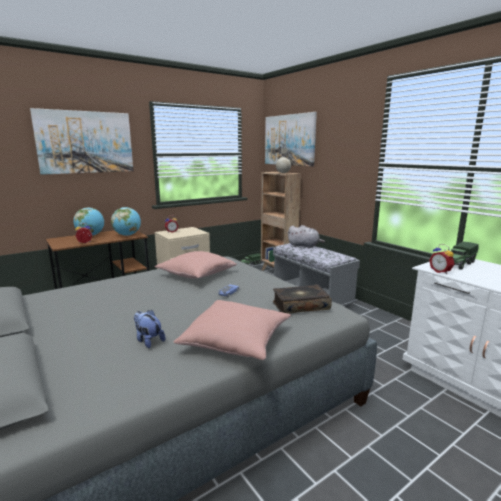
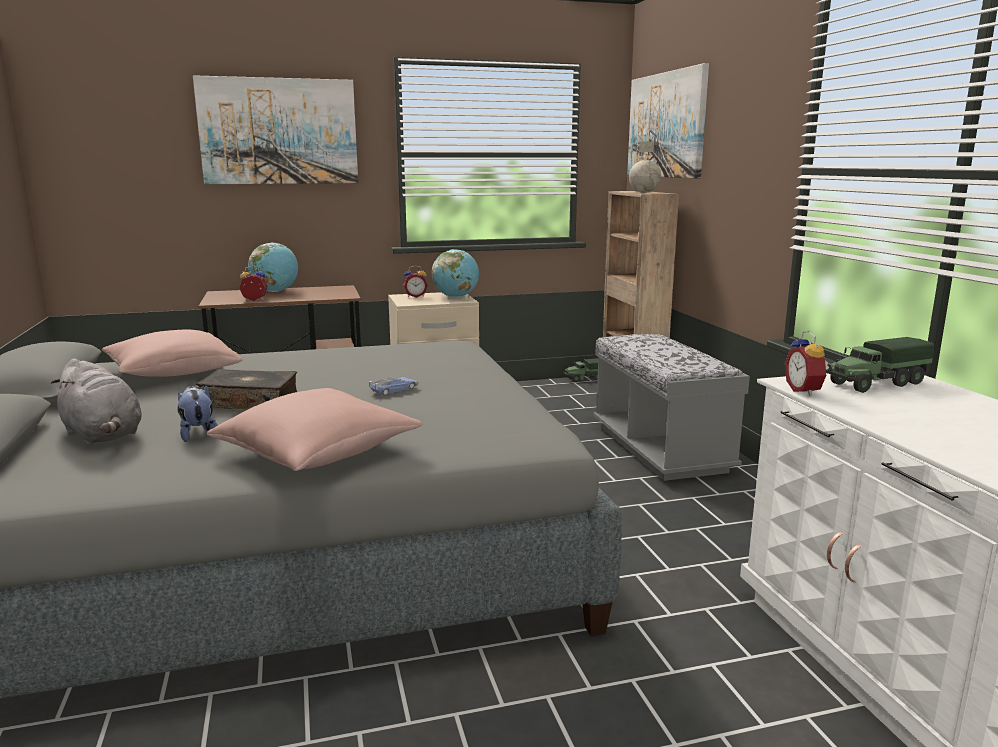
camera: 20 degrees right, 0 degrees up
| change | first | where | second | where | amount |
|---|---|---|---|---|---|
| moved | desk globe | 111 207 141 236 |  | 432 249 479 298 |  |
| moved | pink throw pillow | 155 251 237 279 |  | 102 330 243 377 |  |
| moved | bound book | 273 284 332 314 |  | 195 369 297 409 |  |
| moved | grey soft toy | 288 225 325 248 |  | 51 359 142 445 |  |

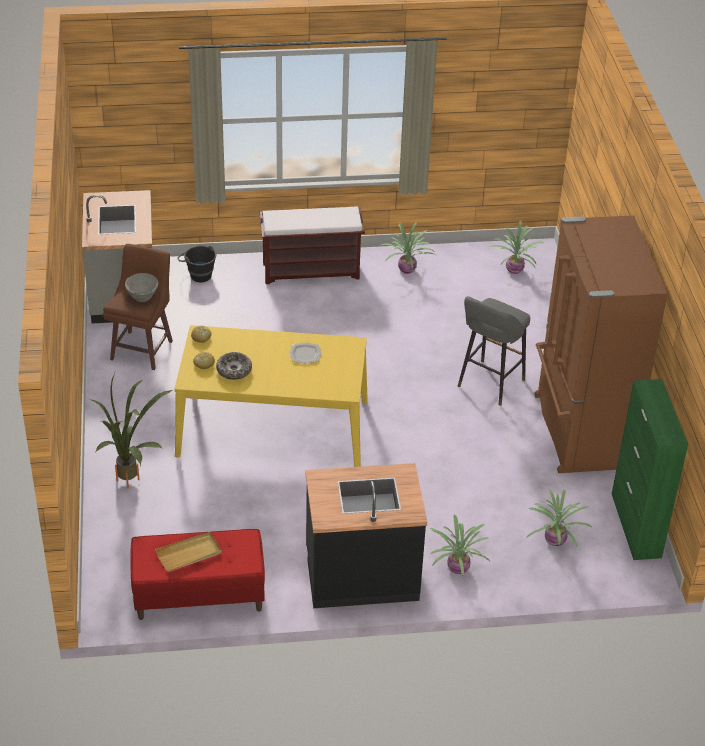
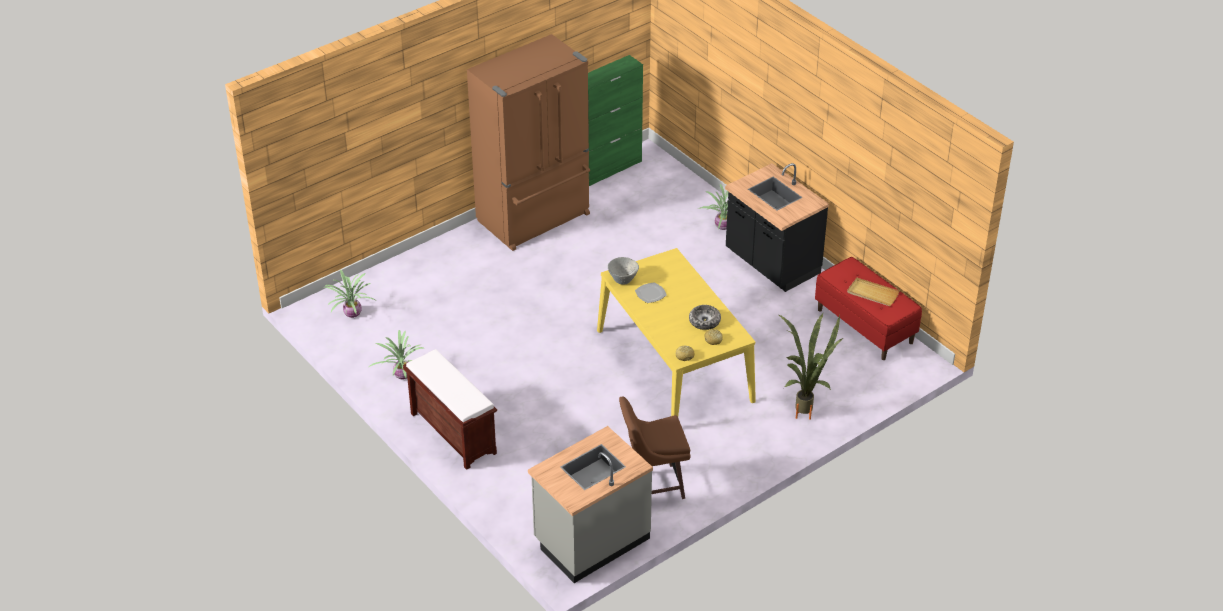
camera: 120 degrees left, 0 degrees up
| change | first | where | second | where | amount |
|---|---|---|---|---|---|
| removed | black-coloured water bucket | 177 245 216 282 |  |  |  |
| removed | grey sitting stool | 458 296 530 406 |  |  |  |
| removed | plant in a pot | 525 489 593 546 |  |  |  |
| moved | grey deep dish | 125 273 158 302 |  | 608 257 639 285 |  |

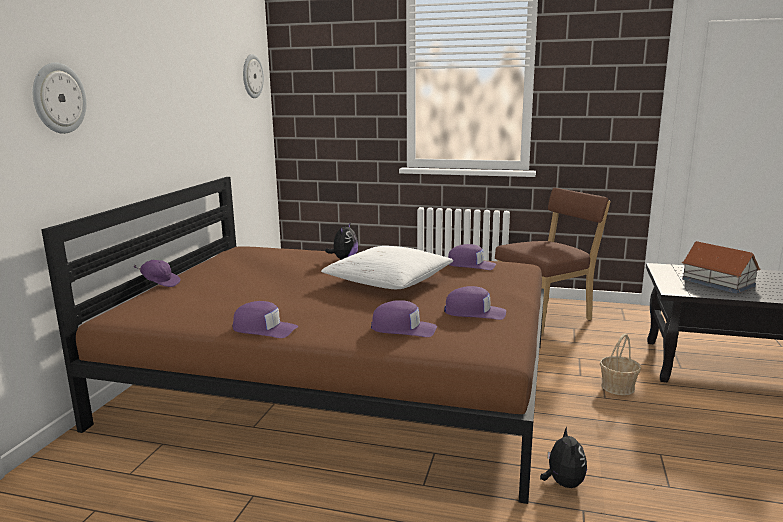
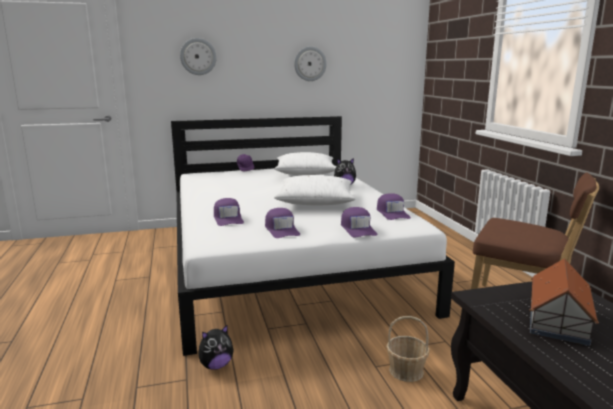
camera: 60 degrees right, 0 degrees up
| change | first | where | second | where | amount |
|---|---|---|---|---|---|
| added |  |  | white throw pillow | 274 152 336 175 |  |
| moved | purple baseball cap | 232 301 298 338 |  | 341 207 377 237 |  |
| moved | hanging clock | 243 54 264 98 |  | 294 46 327 81 |  |
| recoloured | brown bed | 41 177 544 504 | white bed | 171 116 455 356 |  |

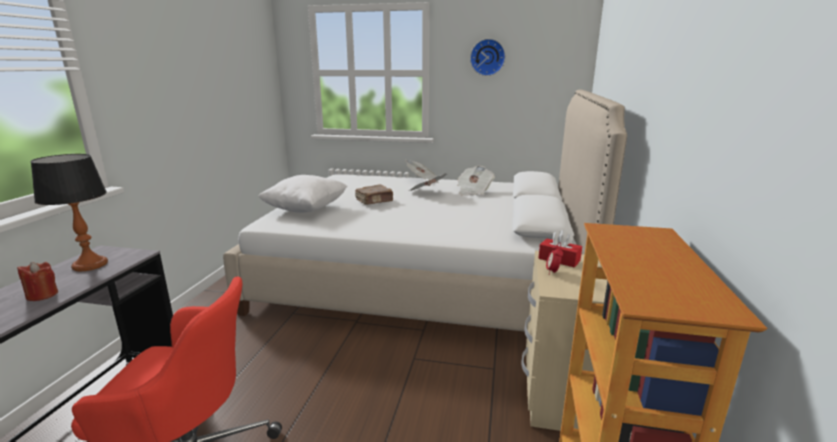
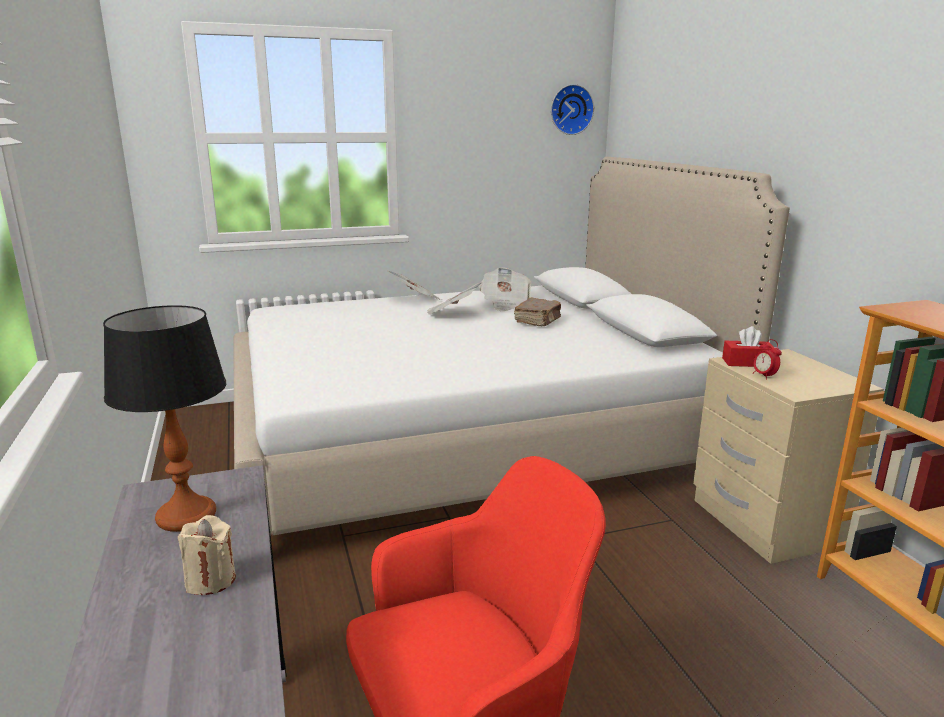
camera: 30 degrees left, 0 degrees up
| change | first | where | second | where | amount |
|---|---|---|---|---|---|
| removed | white throw pillow | 258 175 348 213 |  |  |  |
| moved | brown bound book | 355 185 394 205 |  | 514 298 561 326 |  |
| moved | hanging clock | 470 39 505 76 |  | 551 84 594 135 |  |
| recoloured | red wax candle | 17 262 58 301 | beige wax candle | 178 515 236 595 |  |

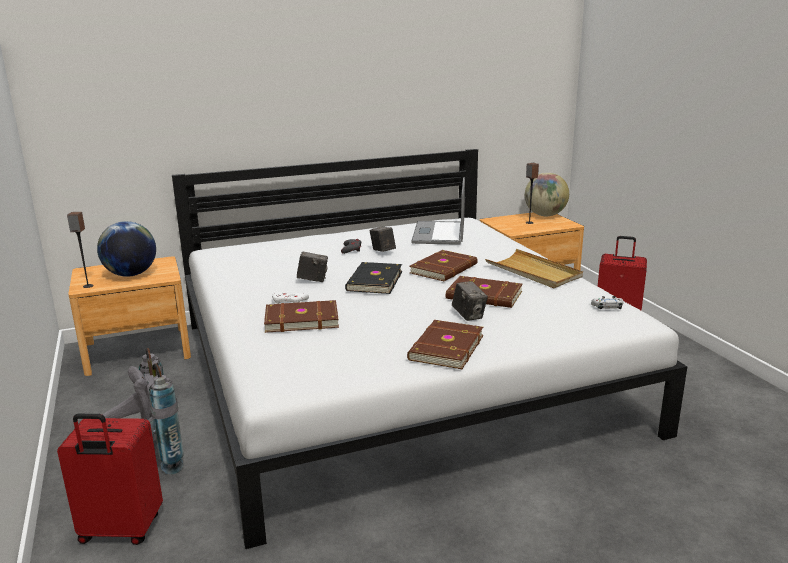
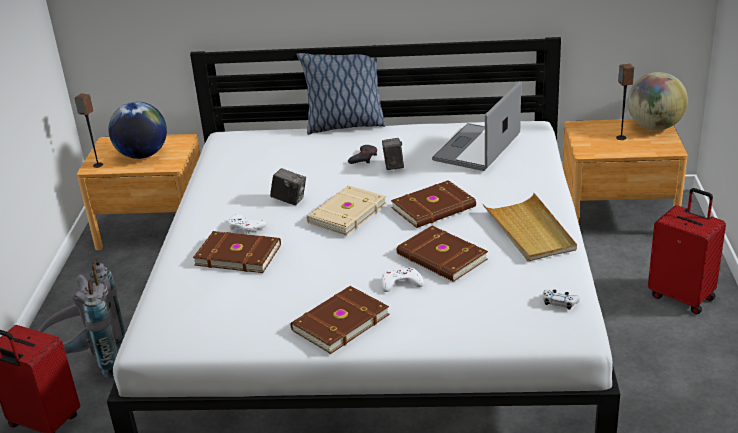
camera: 25 degrees right, 10 degrees up
| change | first | where | second | where | amount |
|---|---|---|---|---|---|
| added |  |  | throw pillow | 296 45 386 135 |  |
| replaced | still camera | 452 281 488 321 | white joypad | 381 268 424 292 |  |
| recoloured | black-coloured bound book | 345 262 402 294 | beige bound book | 307 185 387 236 |  |

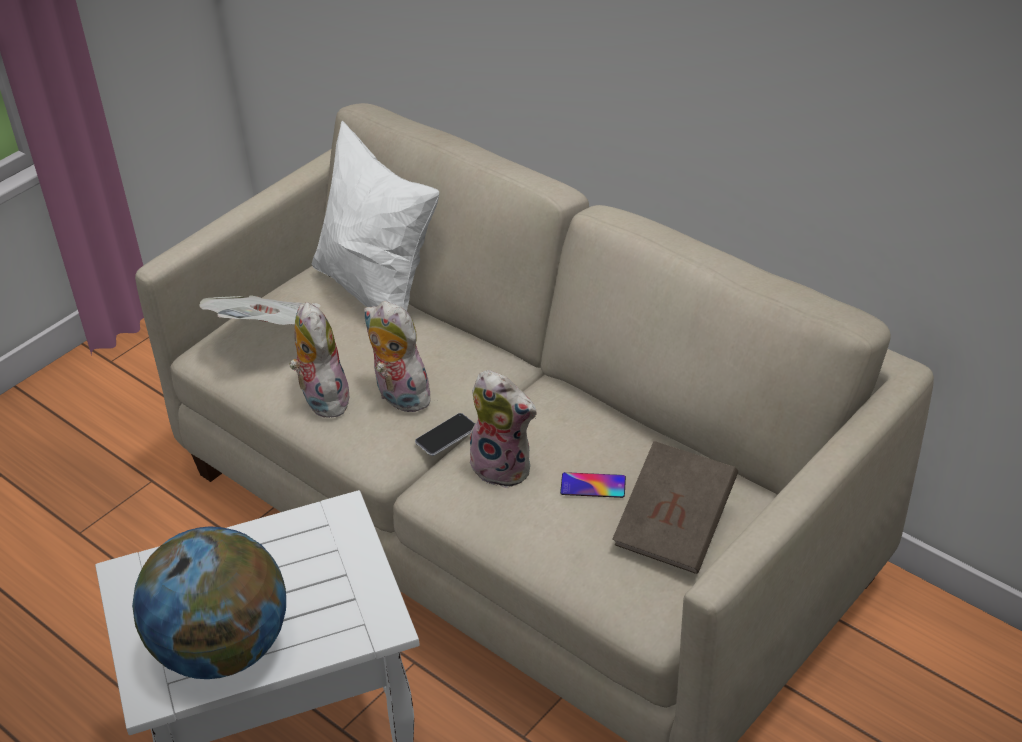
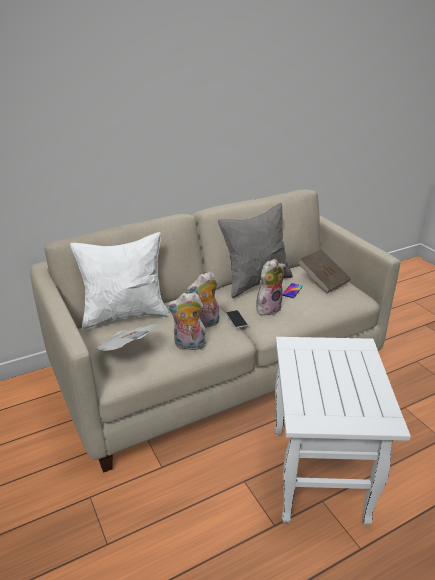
camera: 70 degrees left, 10 degrees down
| change | first | where | second | where | amount |
|---|---|---|---|---|---|
| removed | desk globe | 132 526 286 679 |  |  |  |
| added |  |  | grey throw pillow | 218 203 293 299 |  |

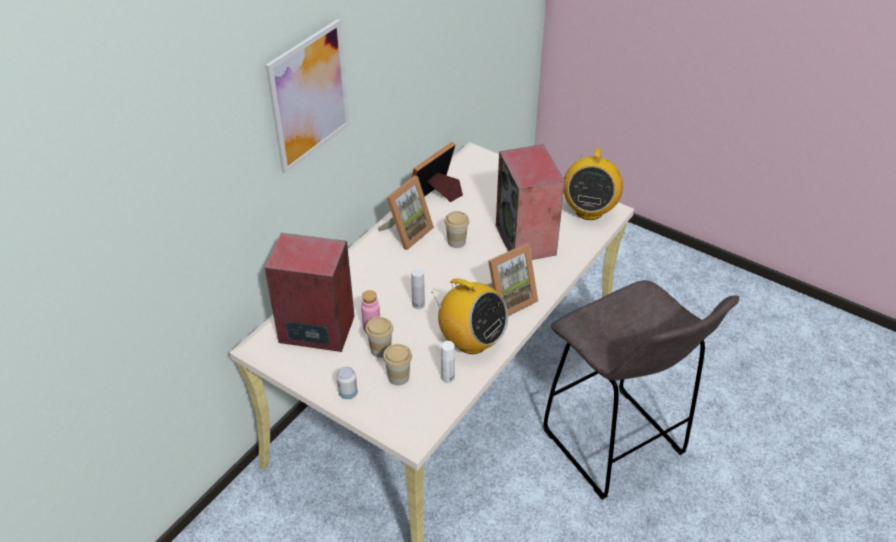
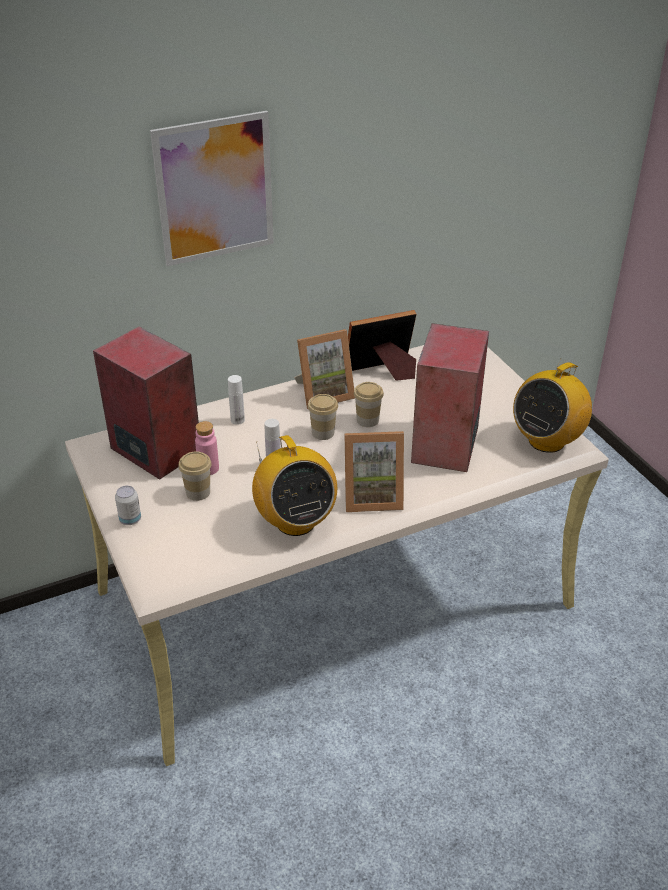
camera: 30 degrees right, 5 degrees down
| change | first | where | second | where | amount |
|---|---|---|---|---|---|
| removed | grey sitting stool | 543 280 739 500 |  |  |  |
| moved | drinking cup | 383 344 412 385 |  | 308 394 338 440 |  |
| moved | white bottle | 441 341 455 383 |  | 228 375 245 425 |  |

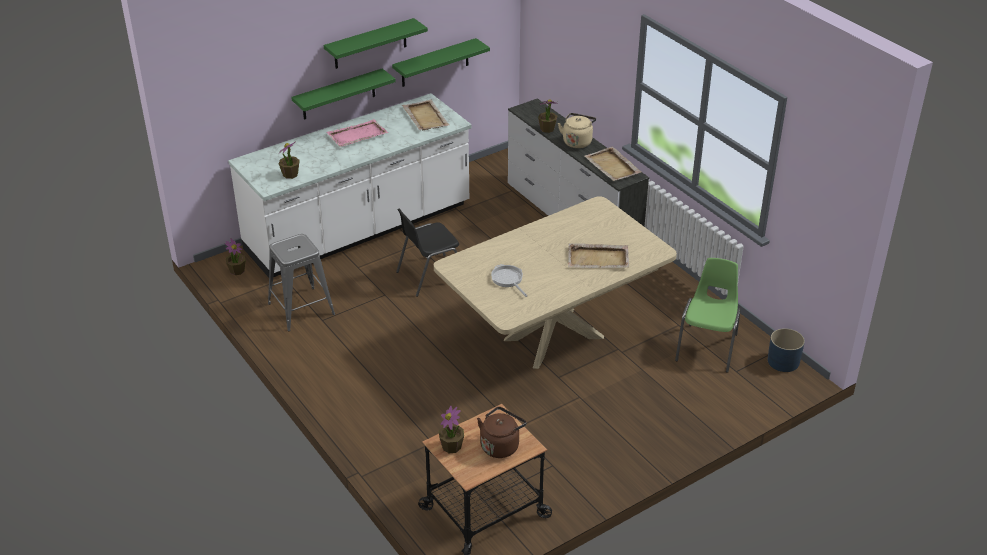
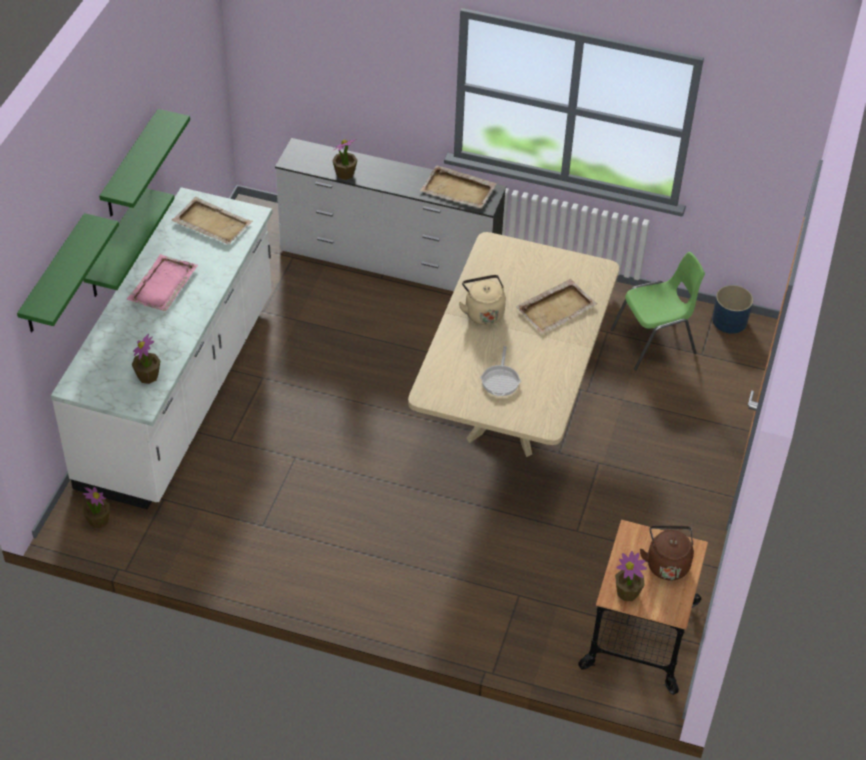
camera: 40 degrees left, 10 degrees up
| change | first | where | second | where | amount |
|---|---|---|---|---|---|
| removed | grey sitting stool | 268 234 335 331 |  |  |  |
| removed | black-coloured upright chair | 396 209 459 297 |  |  |  |
| moved | green-coloured wall shelf | 392 38 490 87 |  | 17 213 119 332 |  |
| moved | beige tea kettle | 558 113 596 148 |  | 459 275 506 325 |  |
| turned | skillet | 491 264 527 297 |  | 480 346 521 396 | 105 degrees counterclockwise |
| turned | green-coloured upright chair | 675 258 741 372 |  | 611 252 705 370 | 90 degrees clockwise |

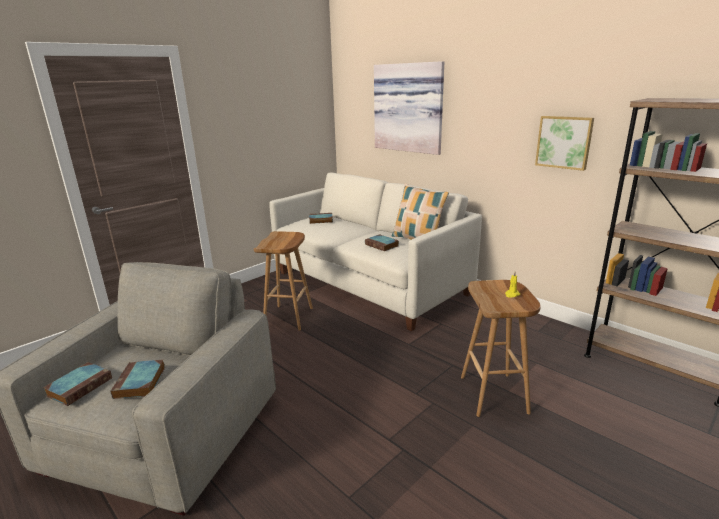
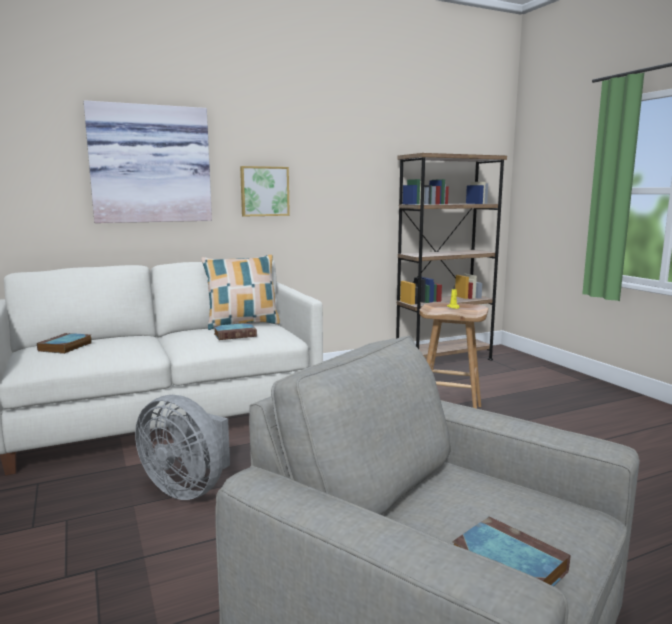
camera: 70 degrees left, 10 degrees down
| change | first | where | second | where | amount |
|---|---|---|---|---|---|
| removed | bound book | 110 360 165 399 |  |  |  |
| moved | picture | 535 116 594 171 |  | 240 166 290 216 |  |
| replaced | brown sitting stool | 254 231 313 331 | grey fan | 135 395 230 500 |  |

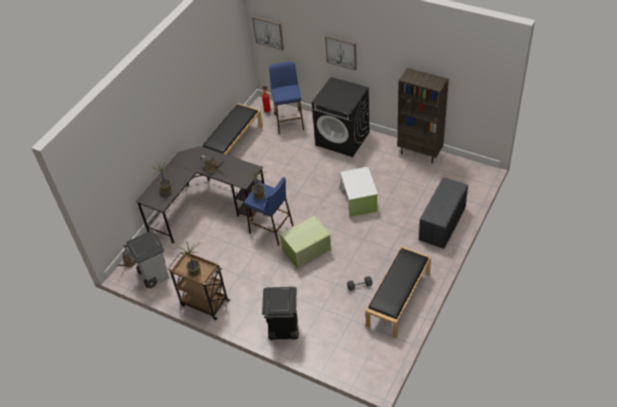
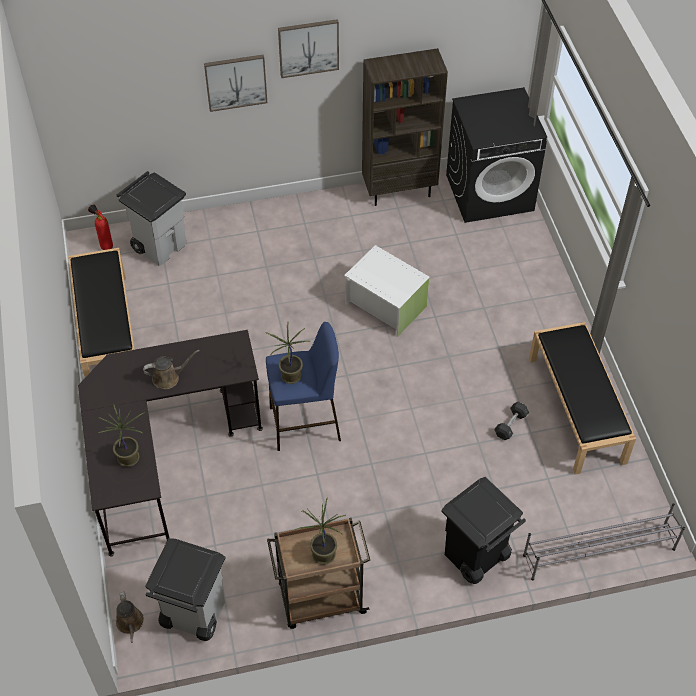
camera: 45 degrees left, 5 degrees up
| change | first | where | second | where | amount |
|---|---|---|---|---|---|
| removed | green-coloured storage bin | 280 215 331 269 |  |  |  |
| removed | grey indoor bench | 419 177 468 249 |  |  |  |
| added |  |  | grey shoe rack | 523 503 685 581 |  |
| moved | picture | 252 16 284 50 |  | 278 19 339 78 |  |
| moved | black-coloured laundry appliance | 312 77 369 157 |  | 446 87 547 223 |  |
| replaced | blue sitting stool | 269 62 304 134 | grey trash can | 117 171 186 266 |  |

